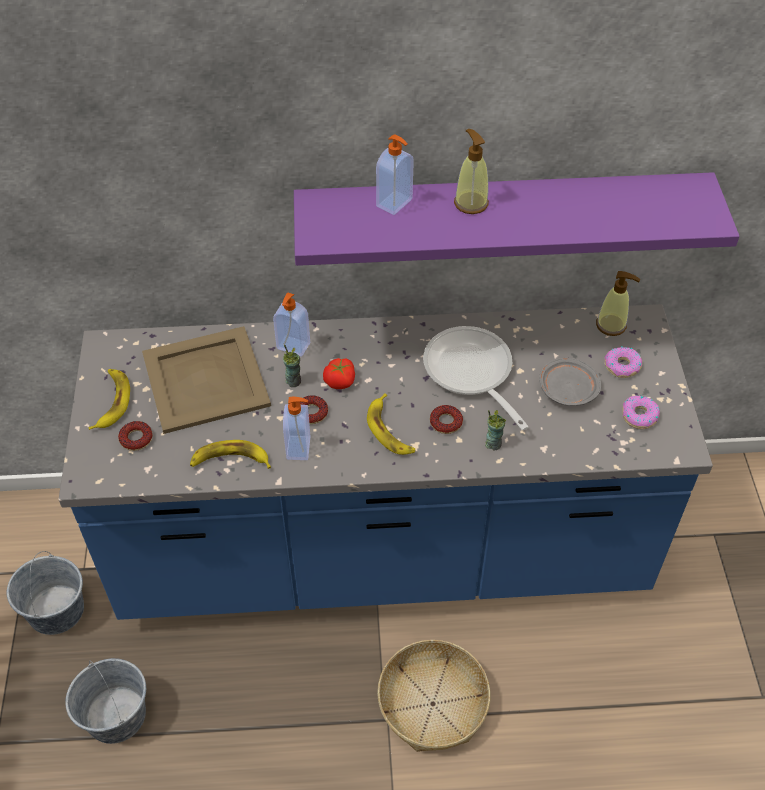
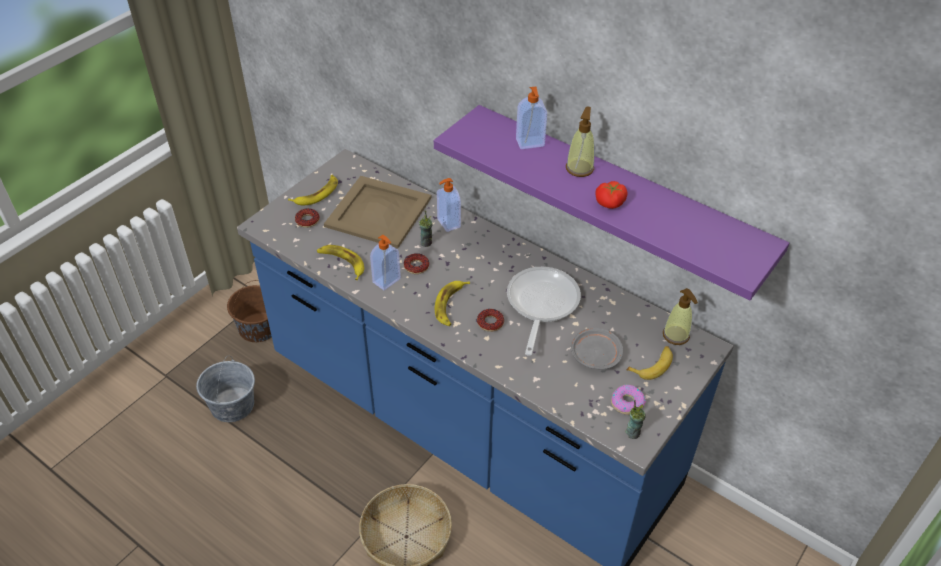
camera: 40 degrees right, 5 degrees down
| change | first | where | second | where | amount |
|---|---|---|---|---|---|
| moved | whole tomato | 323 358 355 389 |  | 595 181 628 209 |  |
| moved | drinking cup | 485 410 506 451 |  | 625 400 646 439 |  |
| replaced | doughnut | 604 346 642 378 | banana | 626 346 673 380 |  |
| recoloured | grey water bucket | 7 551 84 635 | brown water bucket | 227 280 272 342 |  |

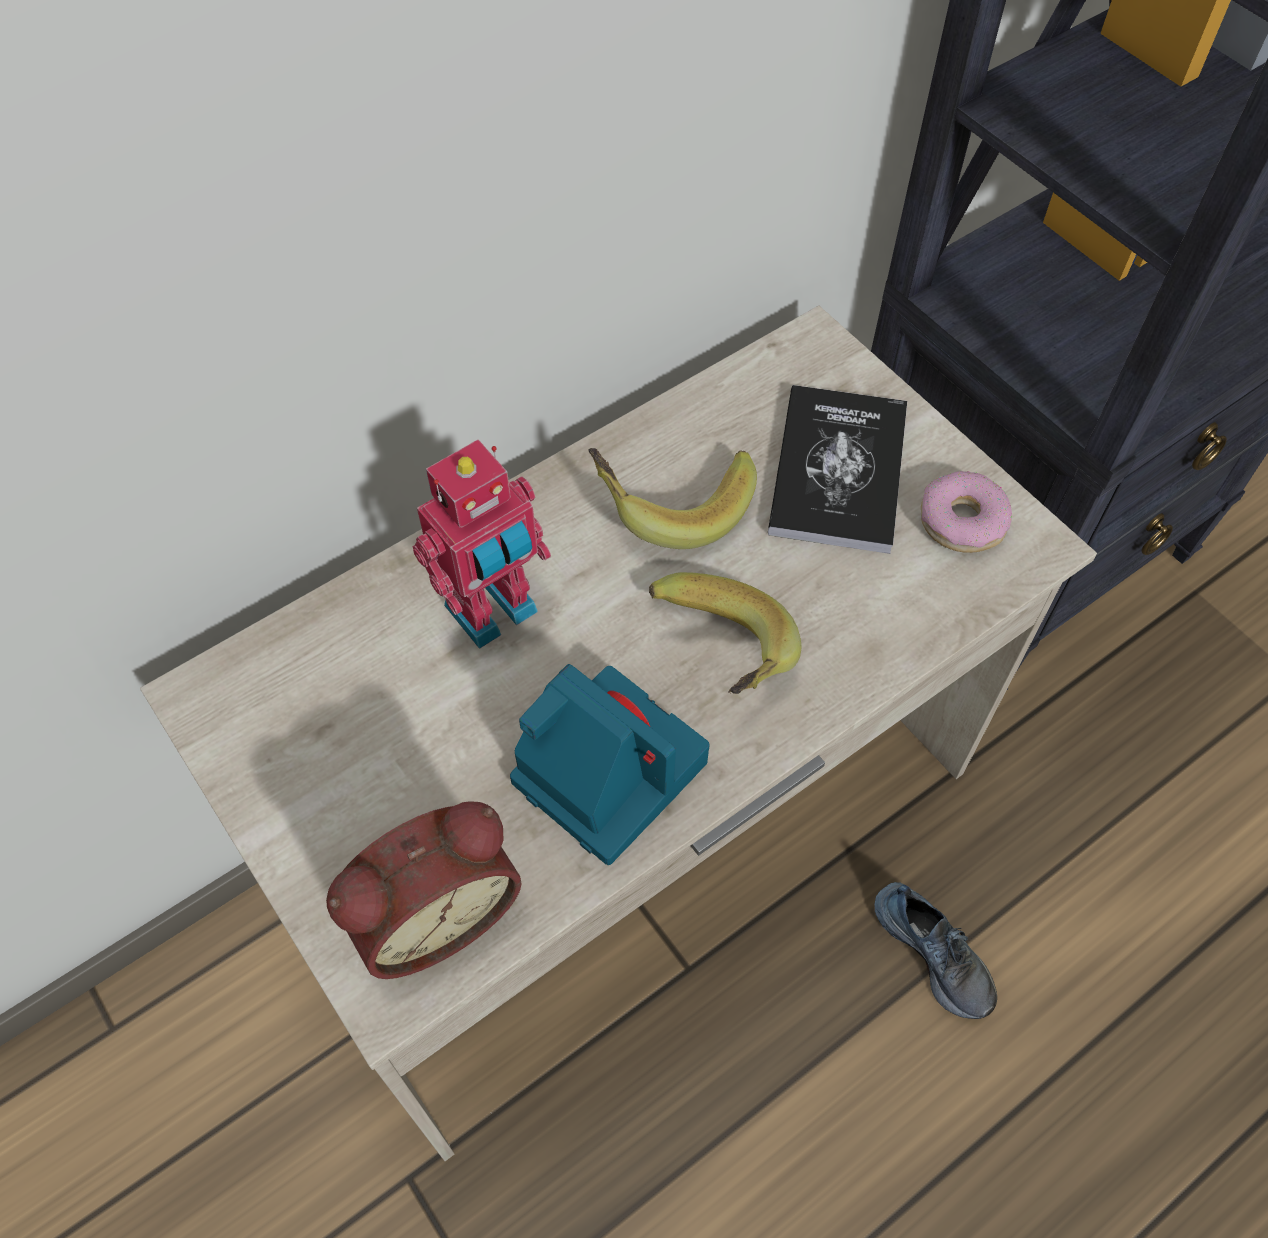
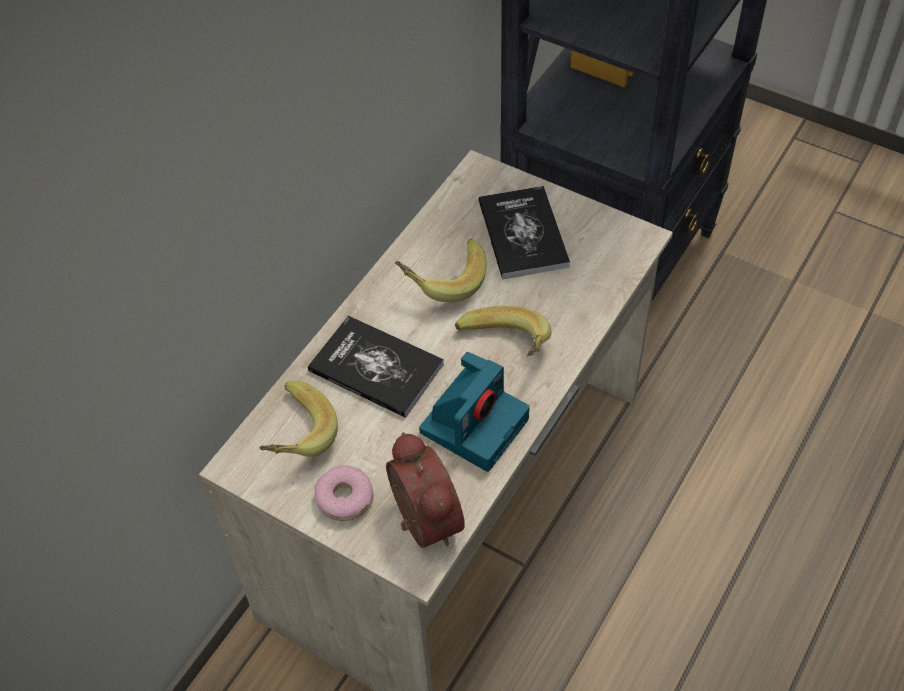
camera: 20 degrees left, 5 degrees down
| change | first | where | second | where | amount |
|---|---|---|---|---|---|
| removed | item of footwear | 874 882 997 1019 |  |  |  |
| added |  |  | banana | 259 381 338 457 |  |
| moved | doughnut | 921 471 1012 553 |  | 314 465 374 521 |  |
| replaced | model robot | 412 439 551 649 | bound book | 308 315 444 418 |  |
| turned | table clock | 326 801 522 979 |  | 386 432 465 548 | 60 degrees counterclockwise |
| turned | still camera | 510 664 710 865 |  | 419 352 529 472 | 105 degrees clockwise |

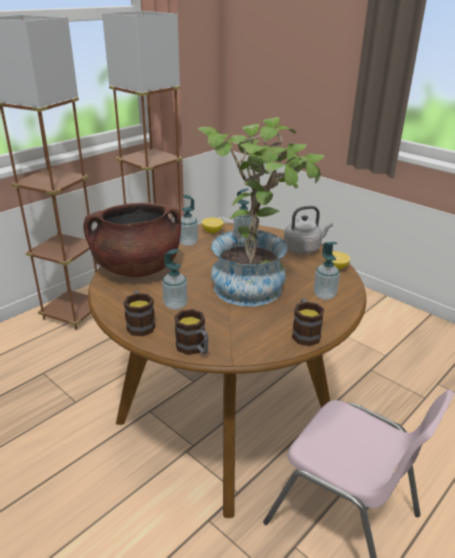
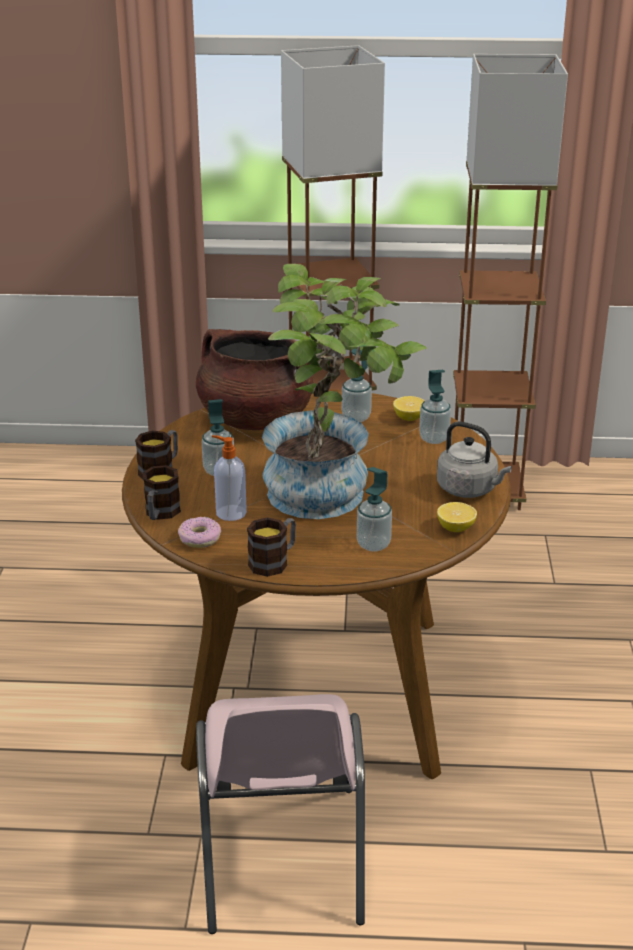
camera: 50 degrees right, 0 degrees up
| change | first | where | second | where | amount |
|---|---|---|---|---|---|
| added |  |  | doughnut | 178 517 221 548 |  |
| added |  |  | soap dispenser | 212 435 247 521 |  |

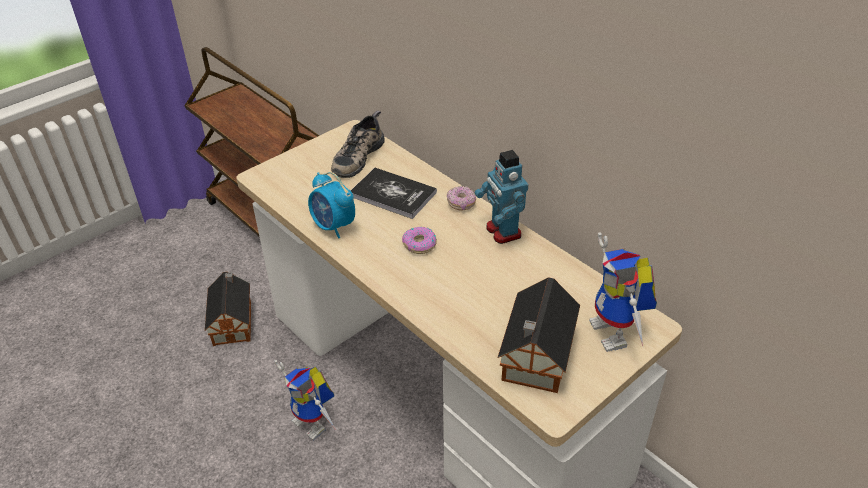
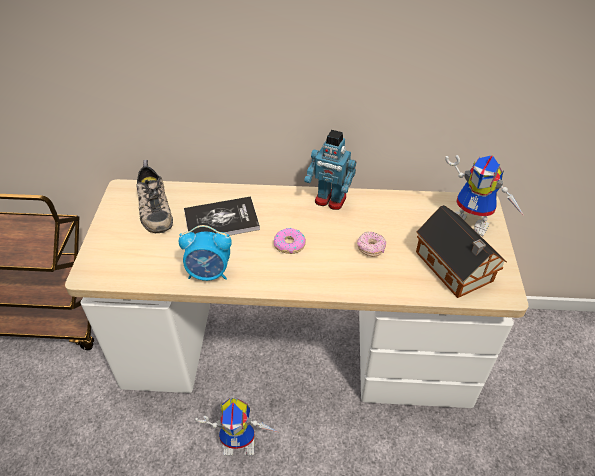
camera: 45 degrees left, 5 degrees up
| change | first | where | second | where | amount |
|---|---|---|---|---|---|
| removed | model house | 205 272 251 346 |  |  |  |
| moved | doughnut | 447 186 476 210 |  | 357 231 386 257 |  |

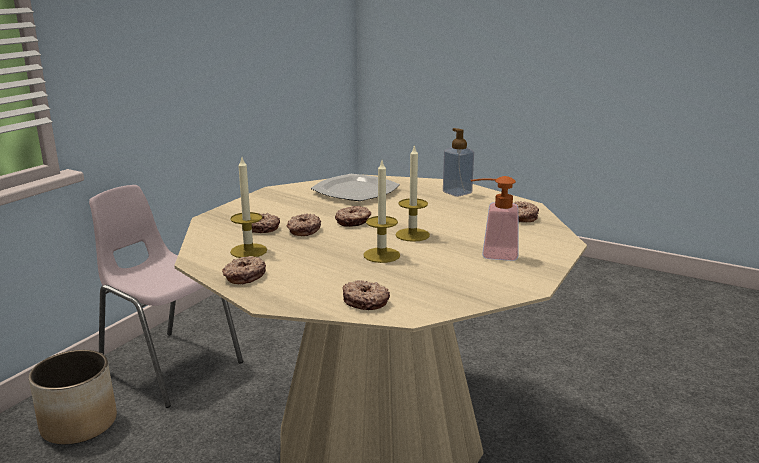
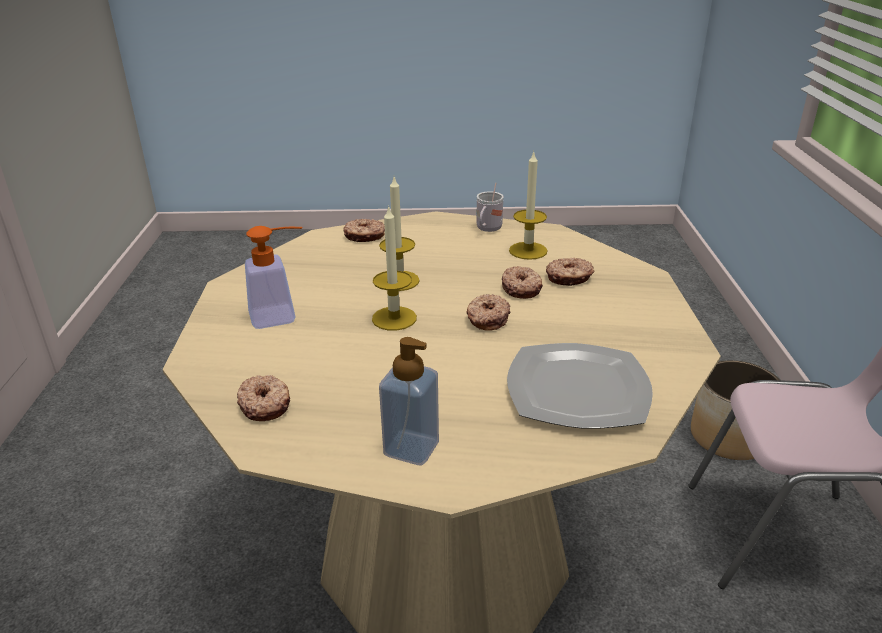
camera: 150 degrees right, 10 degrees up
| change | first | where | second | where | amount |
|---|---|---|---|---|---|
| replaced | doughnut | 222 256 266 284 | white mug | 476 182 504 232 |  |

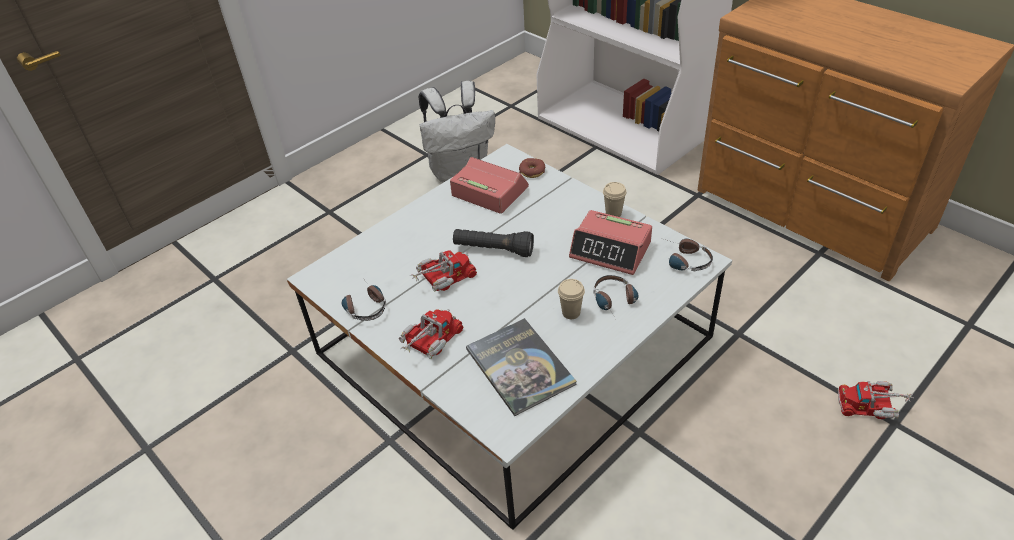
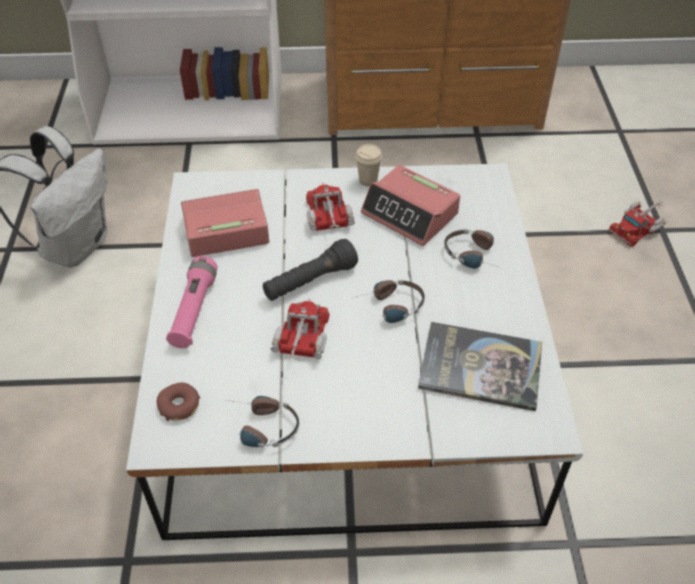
camera: 50 degrees left, 5 degrees up
| change | first | where | second | where | amount |
|---|---|---|---|---|---|
| removed | beige drinking cup | 558 279 585 319 |  |  |  |
| added |  |  | pink hand torch | 166 256 217 348 |  |
| moved | toy truck | 399 309 463 359 |  | 306 183 355 231 |  |
| moved | doughnut | 519 158 545 178 |  | 157 382 200 421 |  |
| moved | headset | 664 239 713 271 |  | 357 280 425 323 |  |
| turned | table clock | 569 210 652 275 |  | 361 165 460 246 | 60 degrees clockwise |

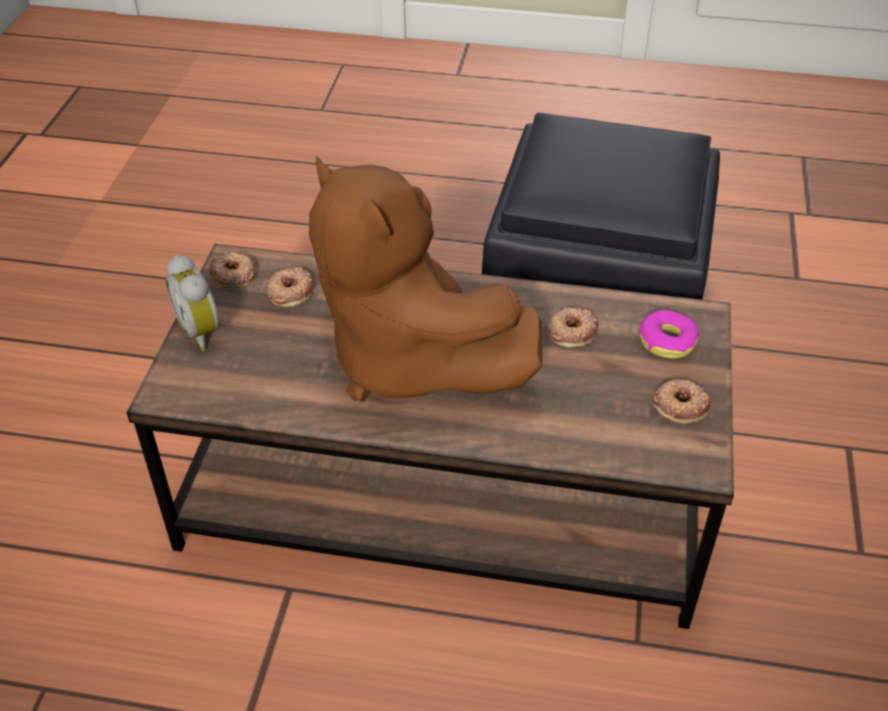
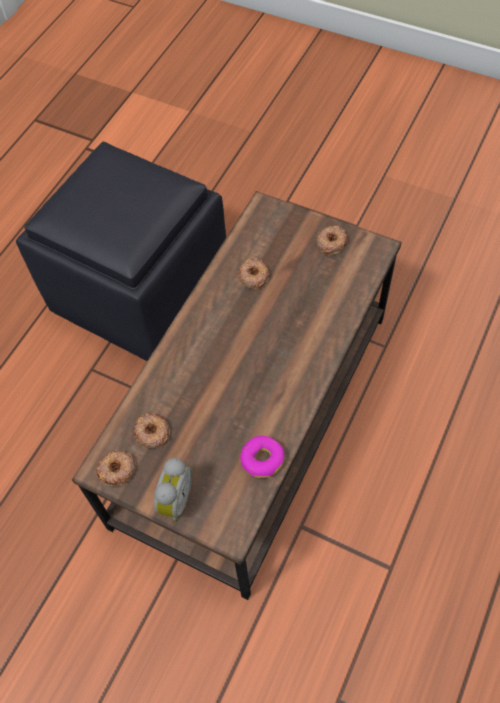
camera: 70 degrees left, 15 degrees up
| change | first | where | second | where | amount |
|---|---|---|---|---|---|
| removed | brown soft toy | 309 156 542 401 |  |  |  |
| moved | doughnut | 638 310 699 359 |  | 240 436 285 478 |  |
| turned | table clock | 166 255 221 351 |  | 154 458 192 522 | 60 degrees counterclockwise |

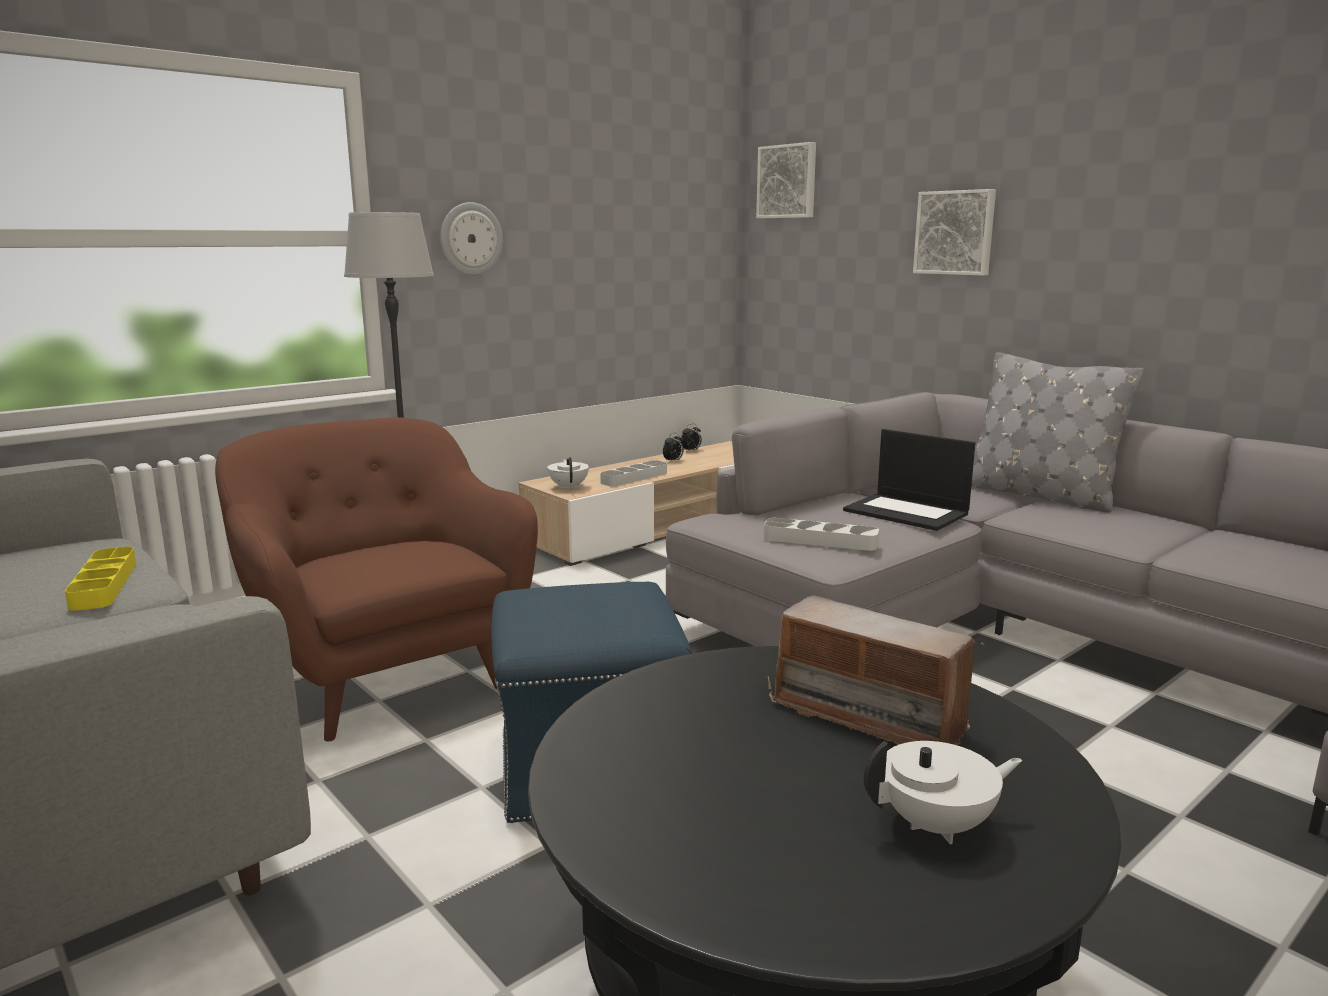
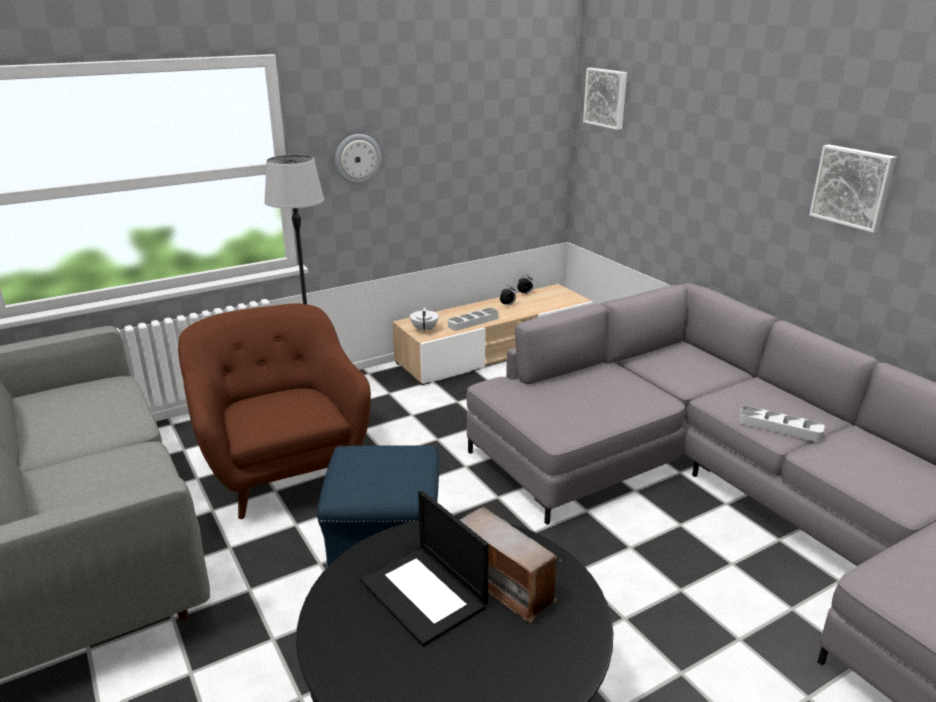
camera: 10 degrees right, 10 degrees up
| change | first | where | second | where | amount |
|---|---|---|---|---|---|
| removed | yellowish serving tray | 65 547 136 611 |  |  |  |
| removed | white teapot | 864 741 1022 844 |  |  |  |
| removed | grey throw pillow | 971 352 1144 513 |  |  |  |
| moved | grey serving tray | 764 518 879 551 |  | 739 406 825 442 |  |
| moved | notebook computer | 843 429 975 531 |  | 360 490 489 647 |  |
| moved | picture | 913 189 996 275 |  | 809 145 897 233 |  |

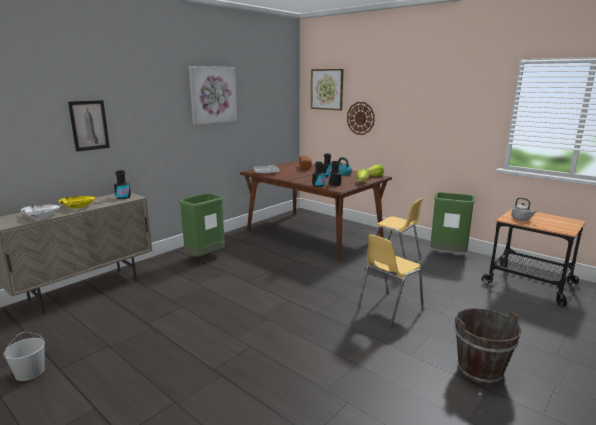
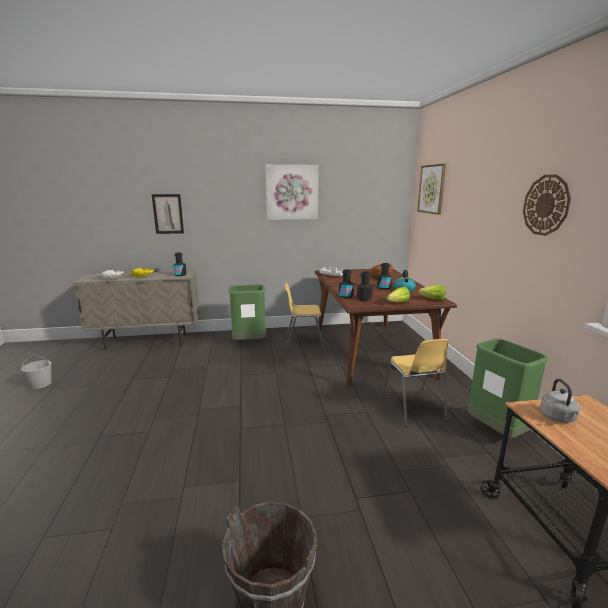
camera: 40 degrees right, 0 degrees up
| change | first | where | second | where | amount |
|---|---|---|---|---|---|
| moved | hanging clock | 347 102 375 135 |  | 523 174 571 236 |  |
| moved | yellowish upright chair | 357 234 424 327 |  | 285 283 324 349 |  |

